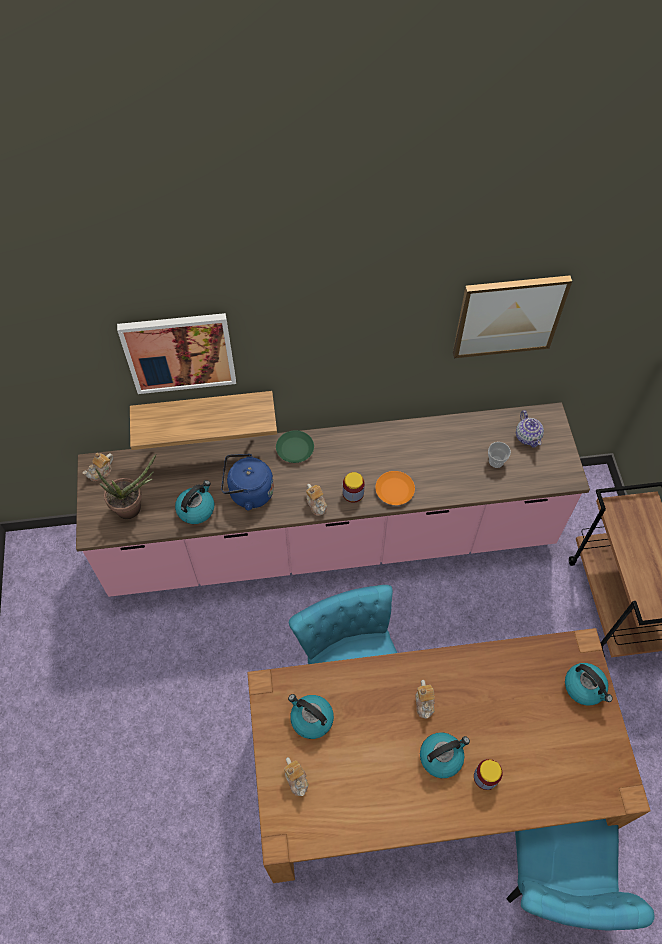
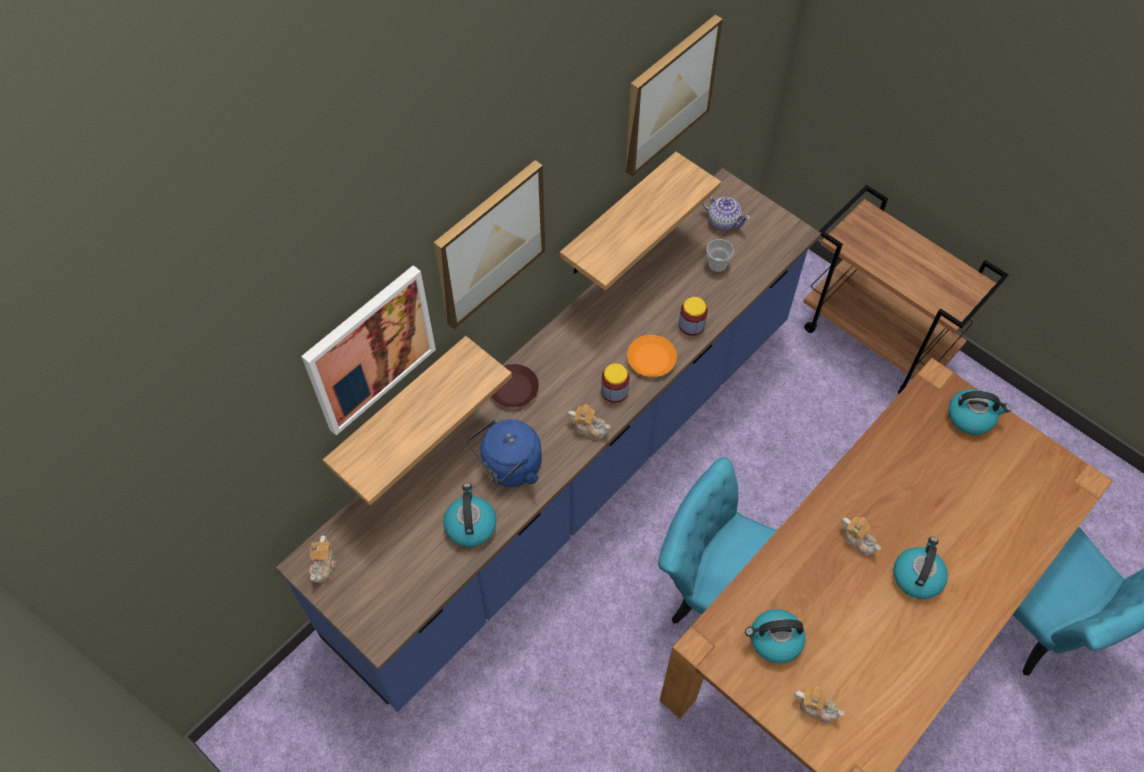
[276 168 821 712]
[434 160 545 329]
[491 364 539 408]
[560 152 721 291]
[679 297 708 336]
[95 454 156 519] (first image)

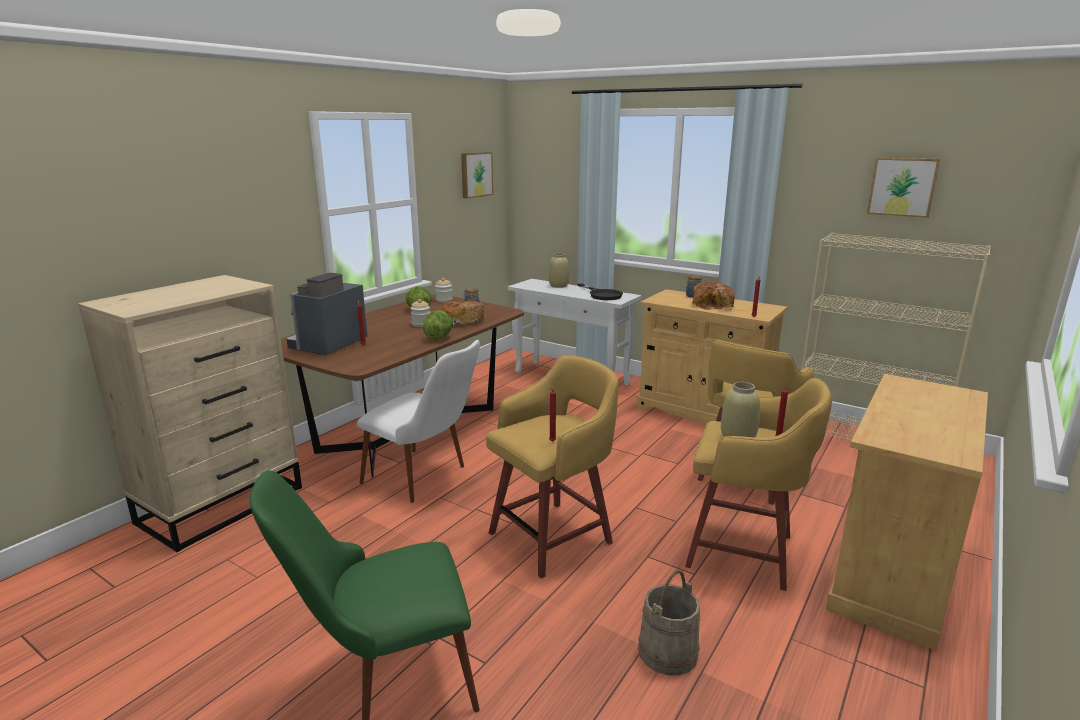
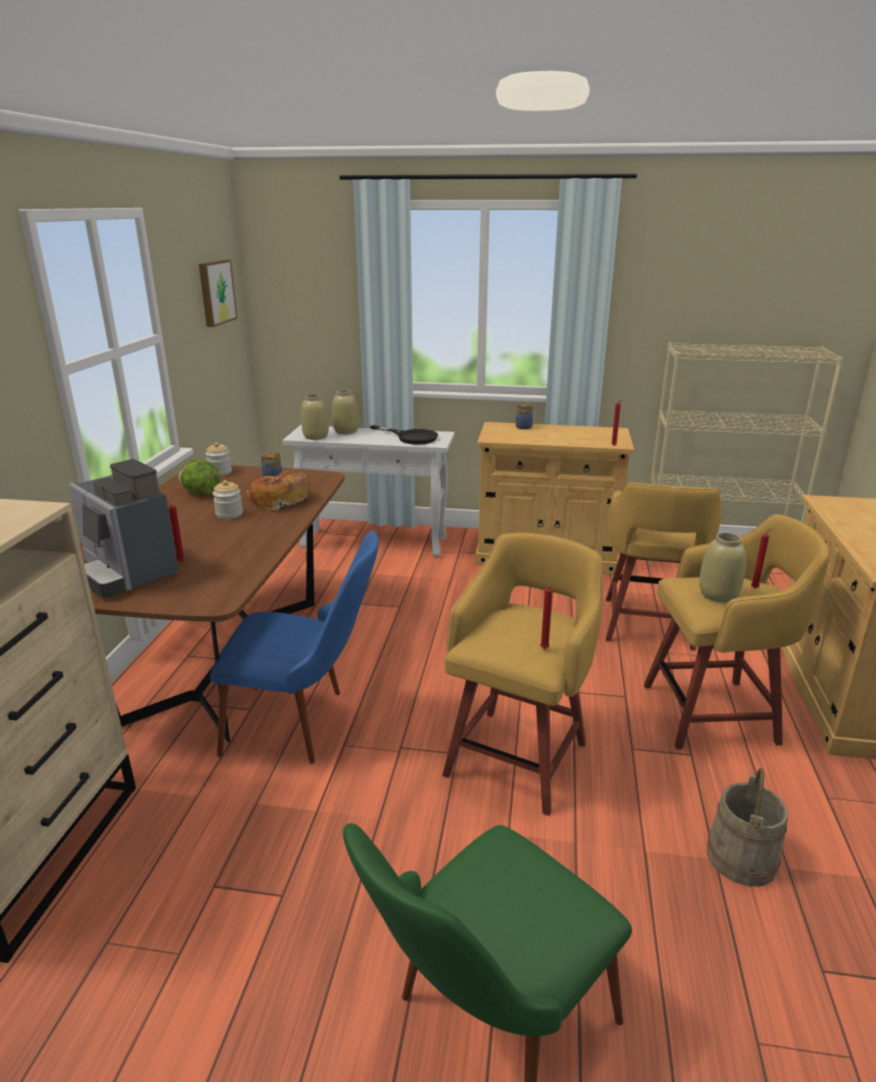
[68 459 179 598]
[210 530 379 764]
[301 394 329 440]
[423 310 453 340] (first image)
[692 282 735 310] (first image)
[867 157 940 218] (first image)

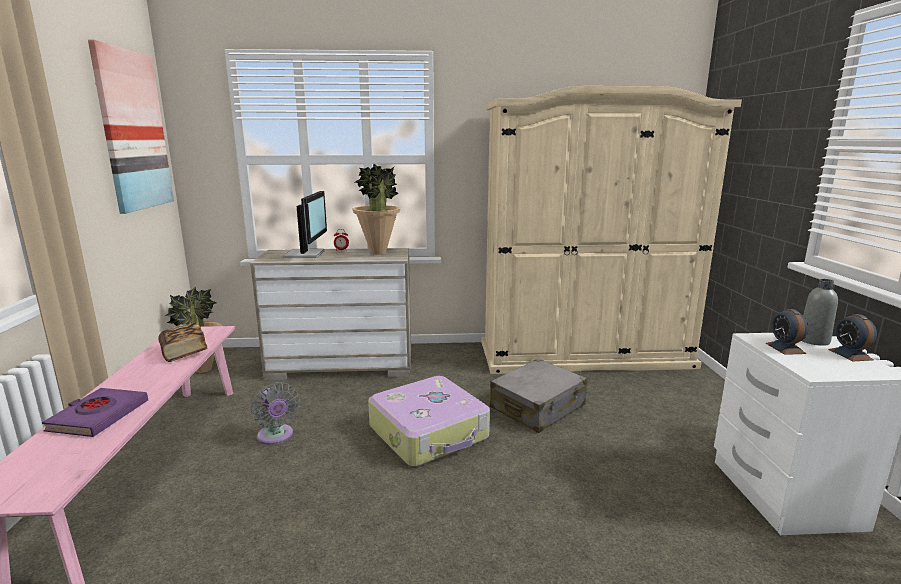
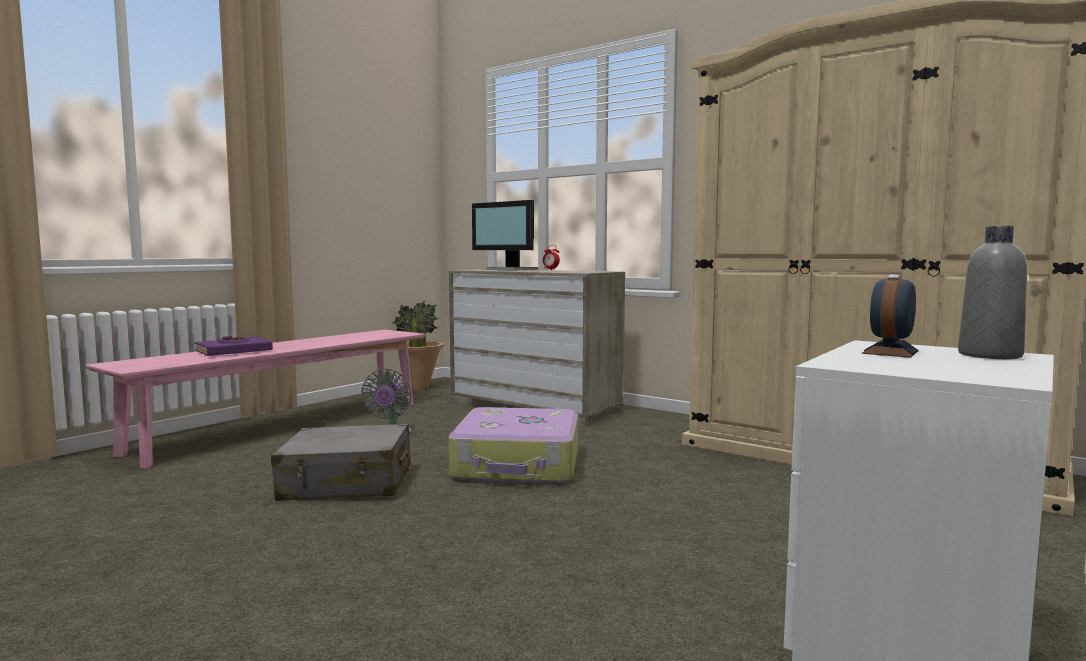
[271 424 412 501]
[472 200 538 271]
[88 40 174 214] (first image)
[158 323 207 362] (first image)
[352 163 401 255] (first image)
[828 314 877 361] (first image)

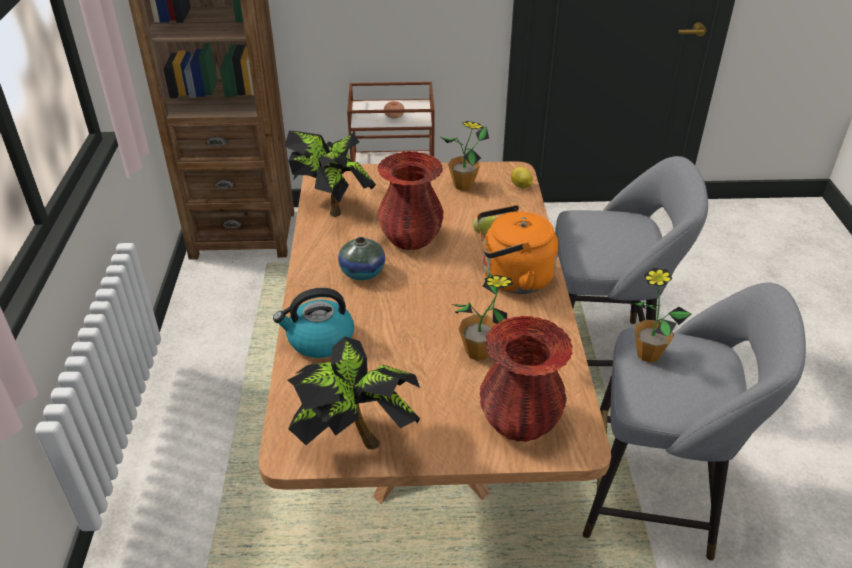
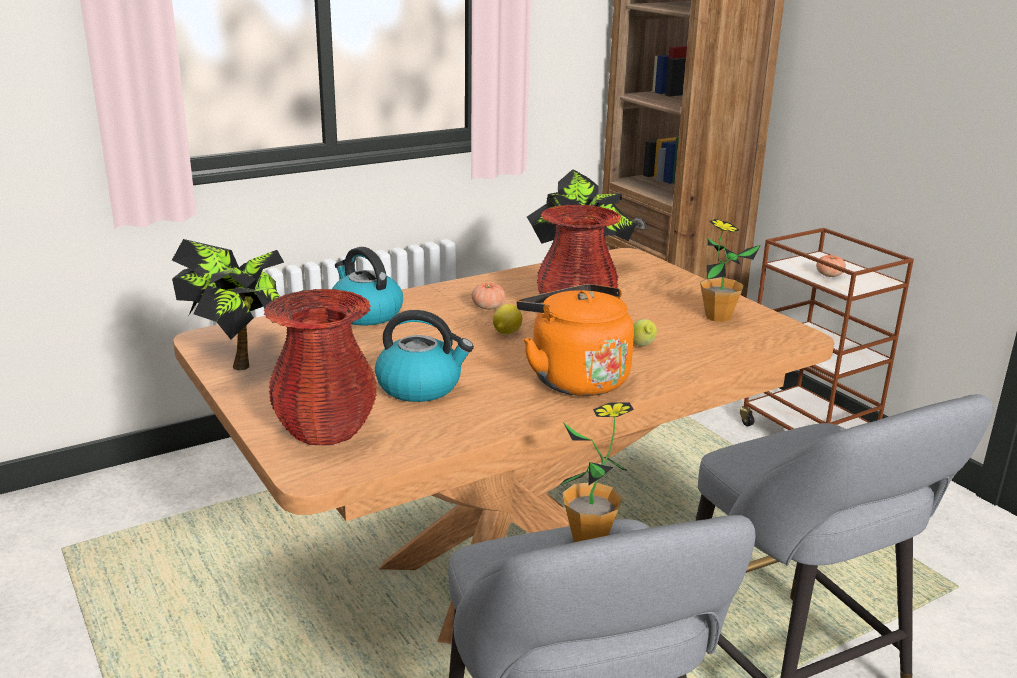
[375 310 474 402]
[472 283 506 310]
[493 304 522 334]

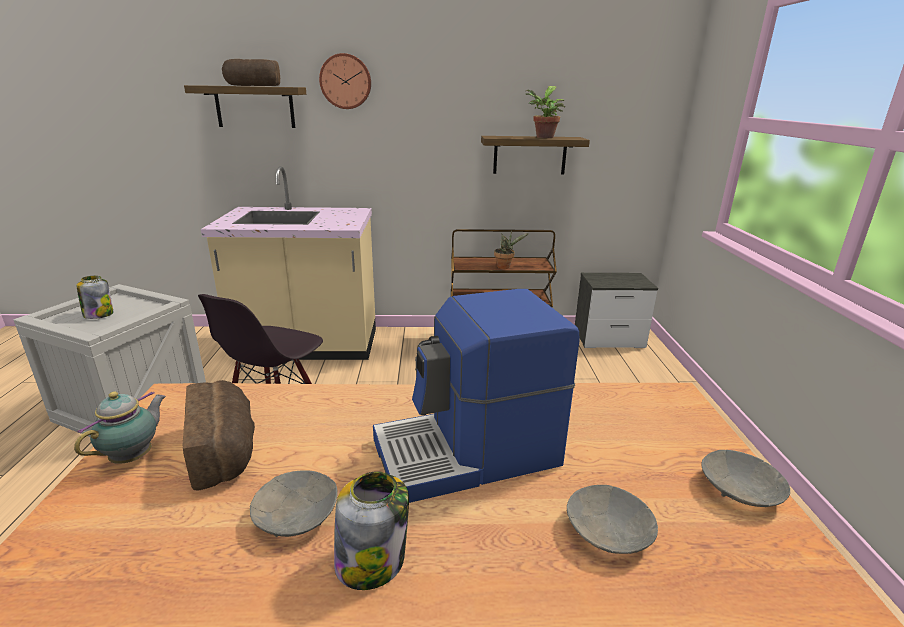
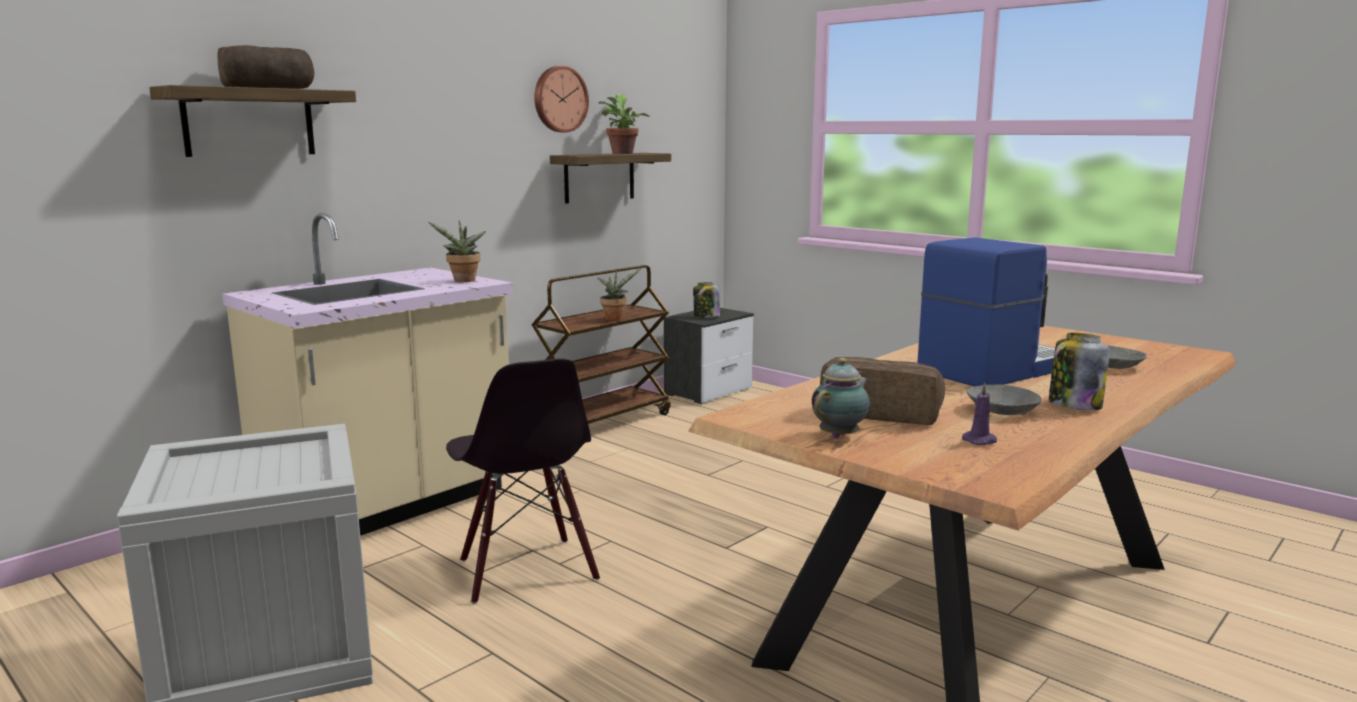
[428 220 486 282]
[534 66 589 132]
[693 282 720 318]
[812 358 870 438]
[917 237 1055 387]
[962 382 997 445]
[701 450 790 507] (first image)

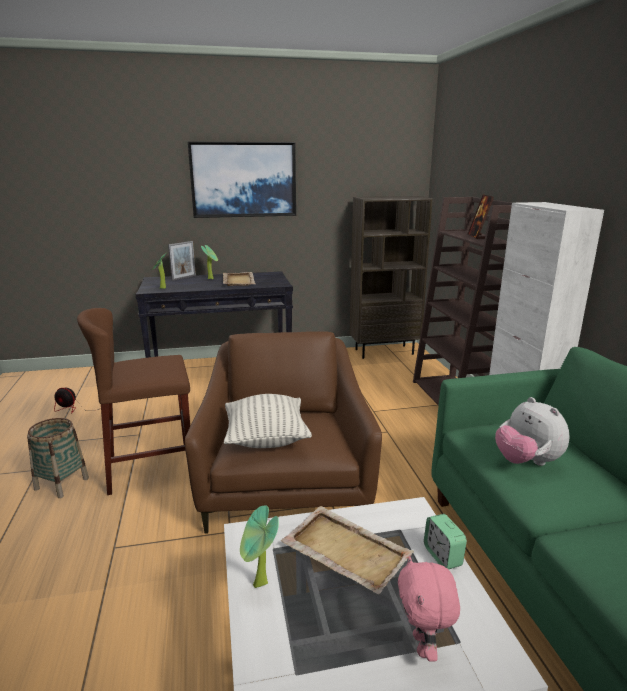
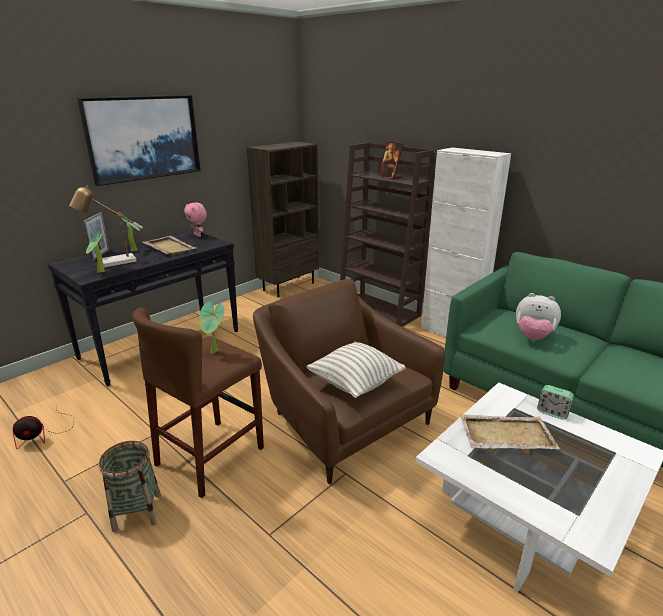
[69 185 143 267]
[184 203 207 237]
[200 301 224 354]

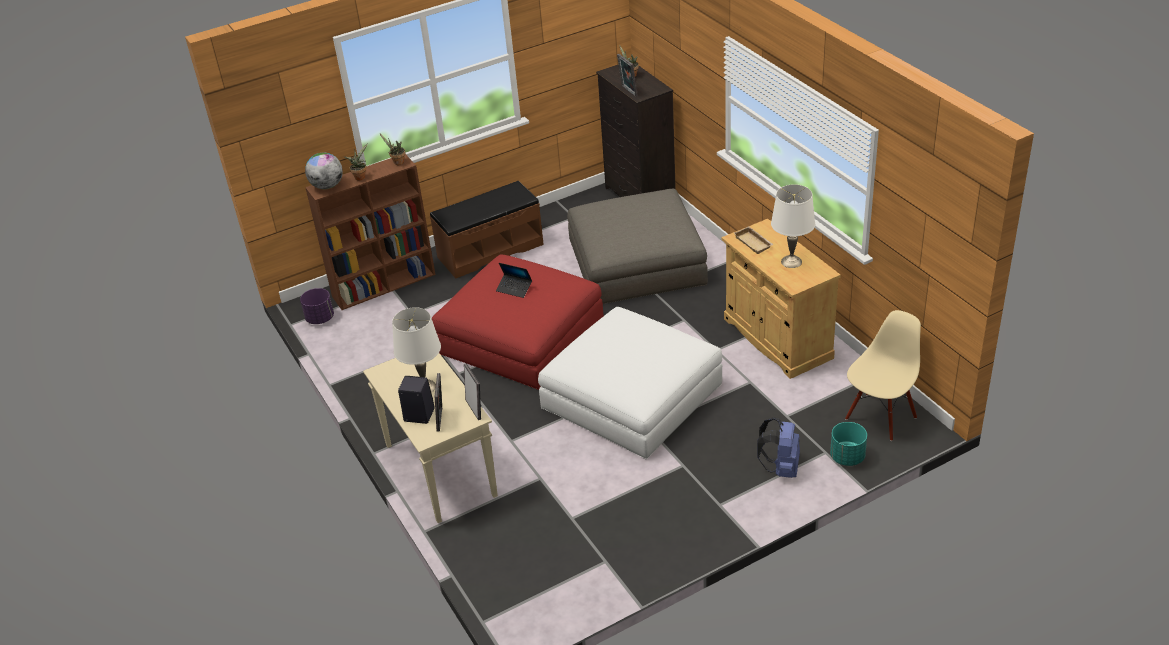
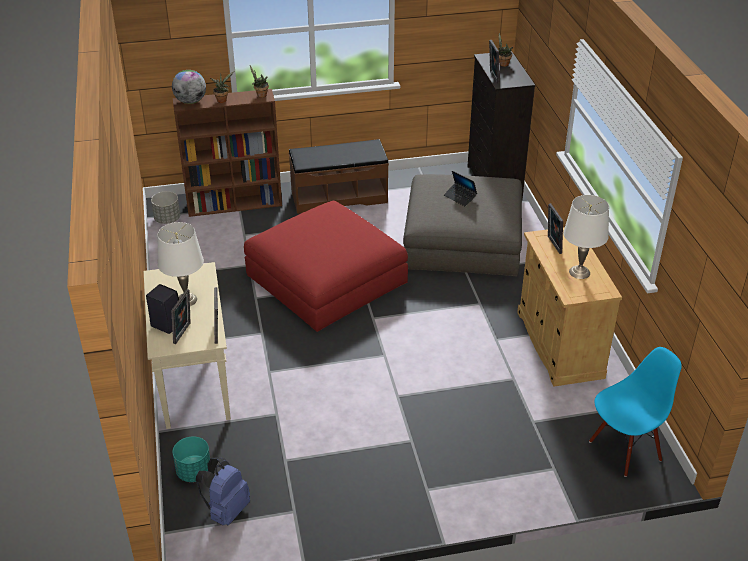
[151 191 180 224]
[173 436 210 482]
[196 457 250 525]
[444 171 477 207]
[548 203 563 254]
[589 347 682 477]
[538 307 723 460] (first image)

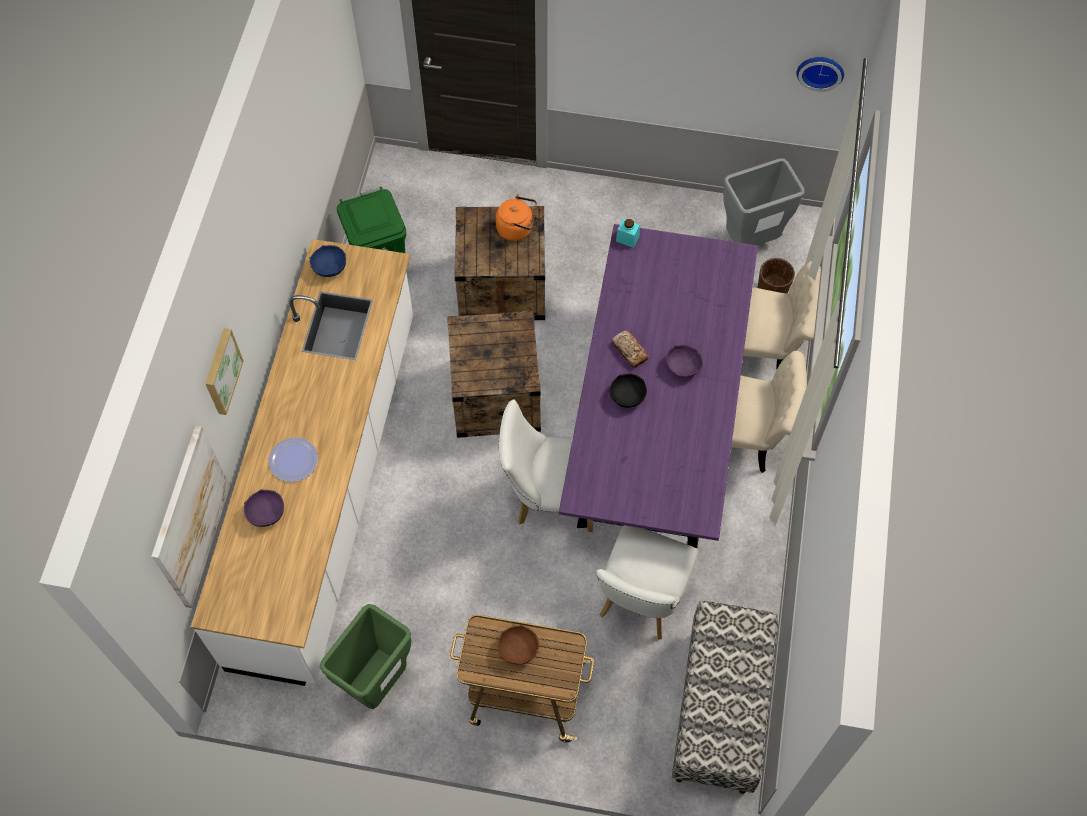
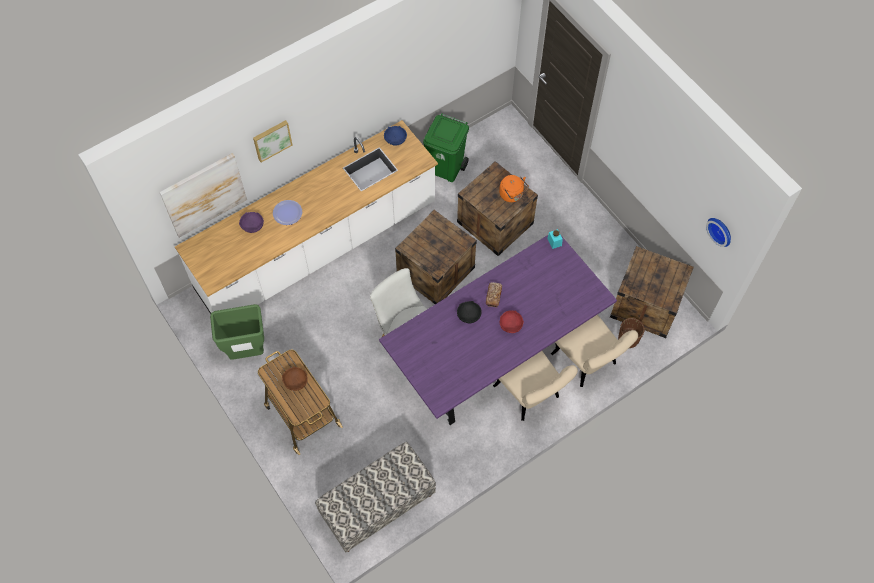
[500 310 524 333]
[610 246 694 338]
[596 525 698 639] (first image)

